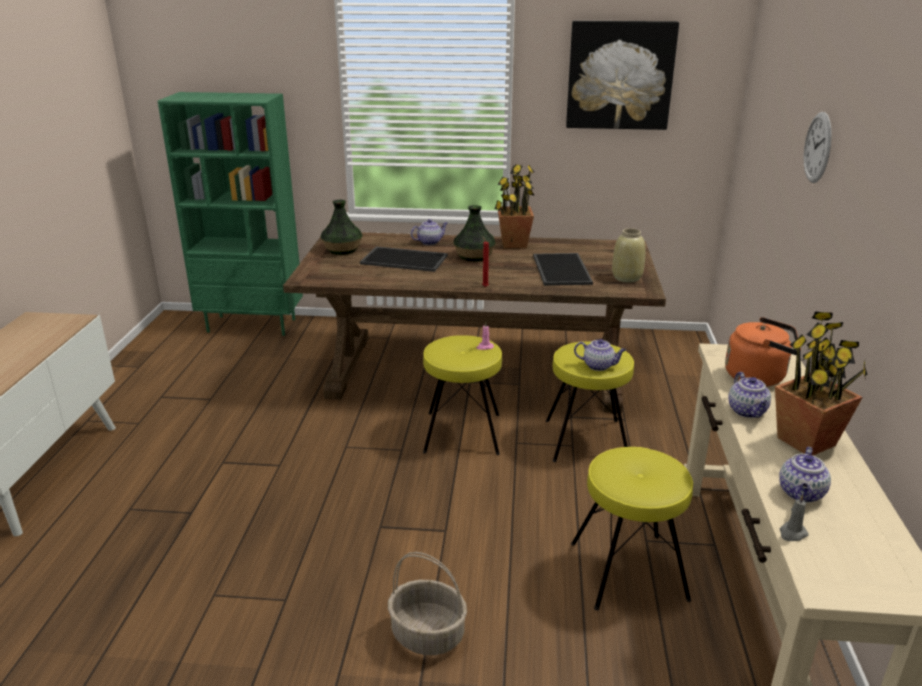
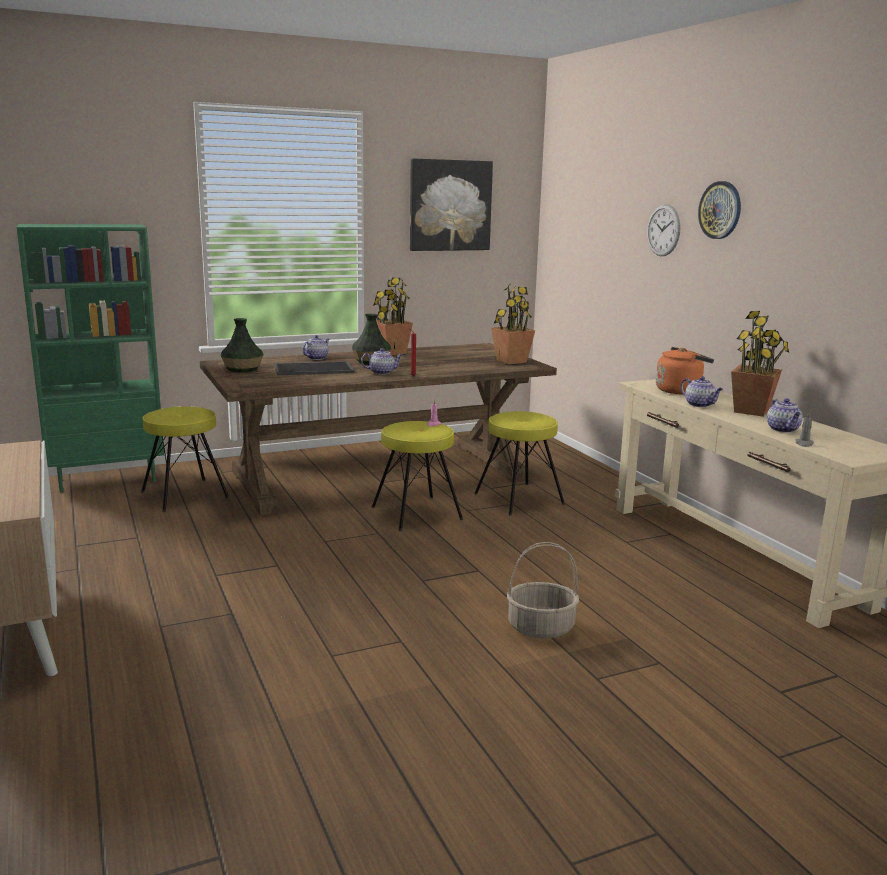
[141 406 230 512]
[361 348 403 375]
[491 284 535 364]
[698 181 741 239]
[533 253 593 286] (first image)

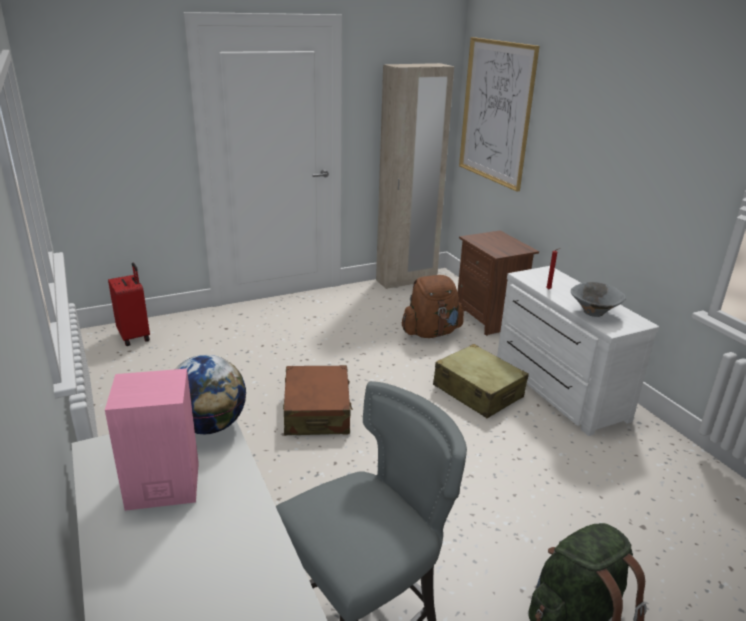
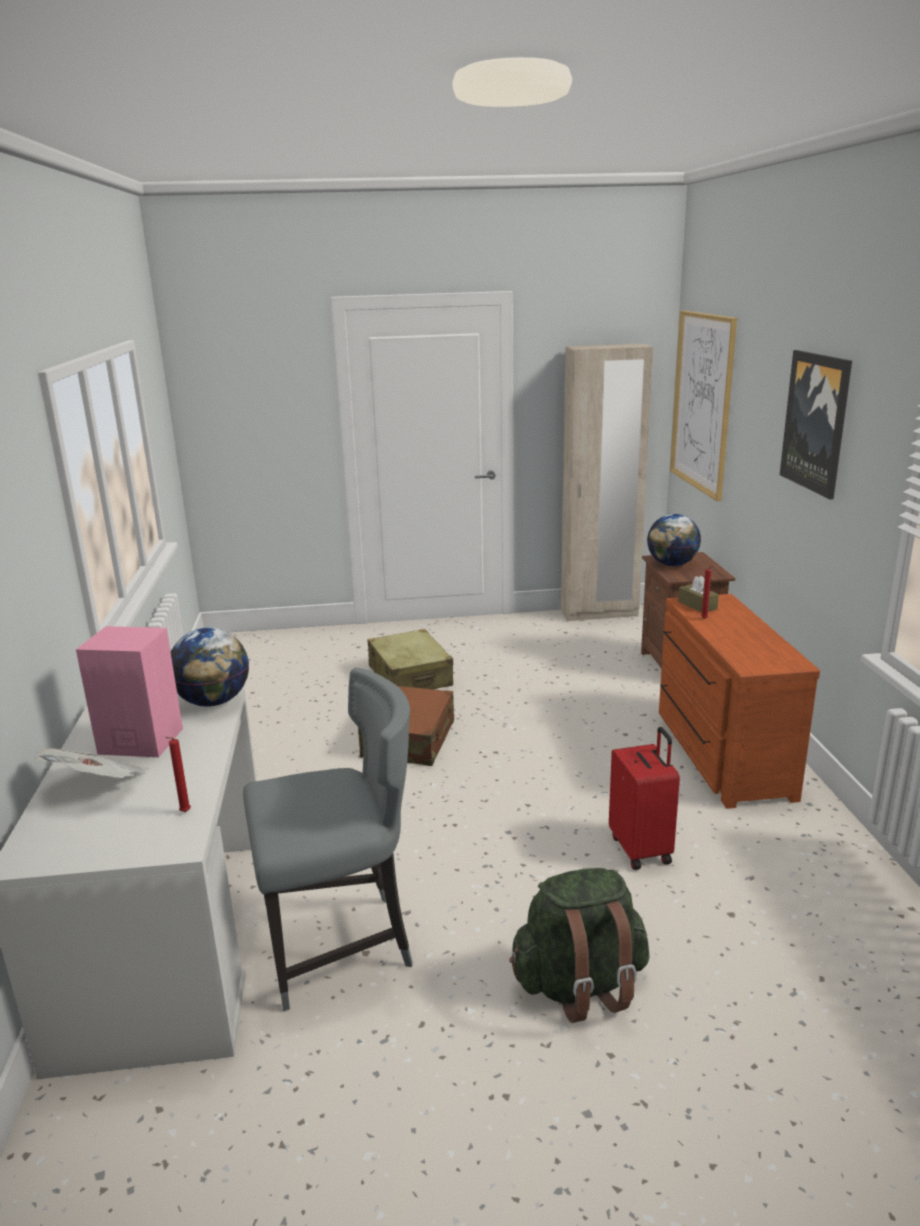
[35 748 149 779]
[165 737 191 812]
[367 629 453 689]
[609 727 680 870]
[647 514 701 566]
[659 594 820 809]
[678 576 719 612]
[780 350 852 499]
[402 275 464 338] (first image)
[571 282 626 317] (first image)

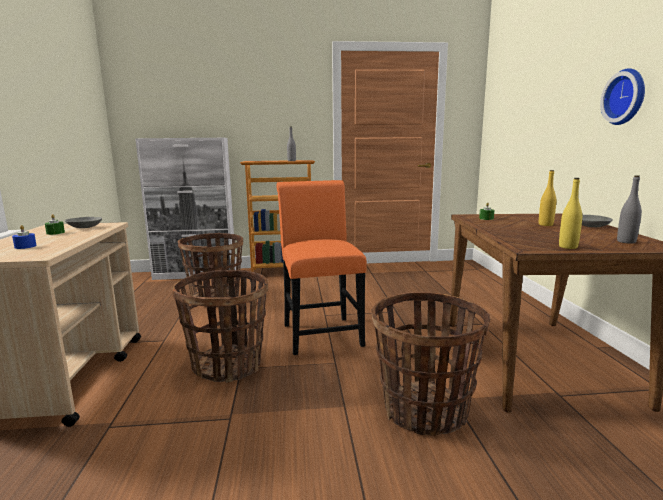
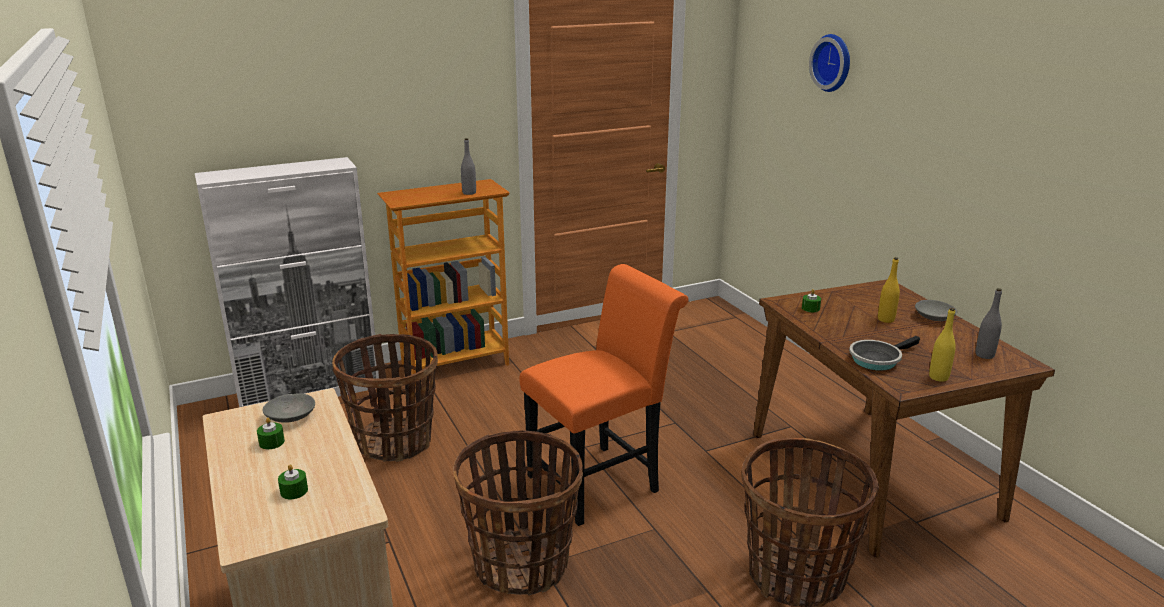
[278 465 308 499]
[519 264 689 526]
[809 34 850 92]
[849 336 920 371]

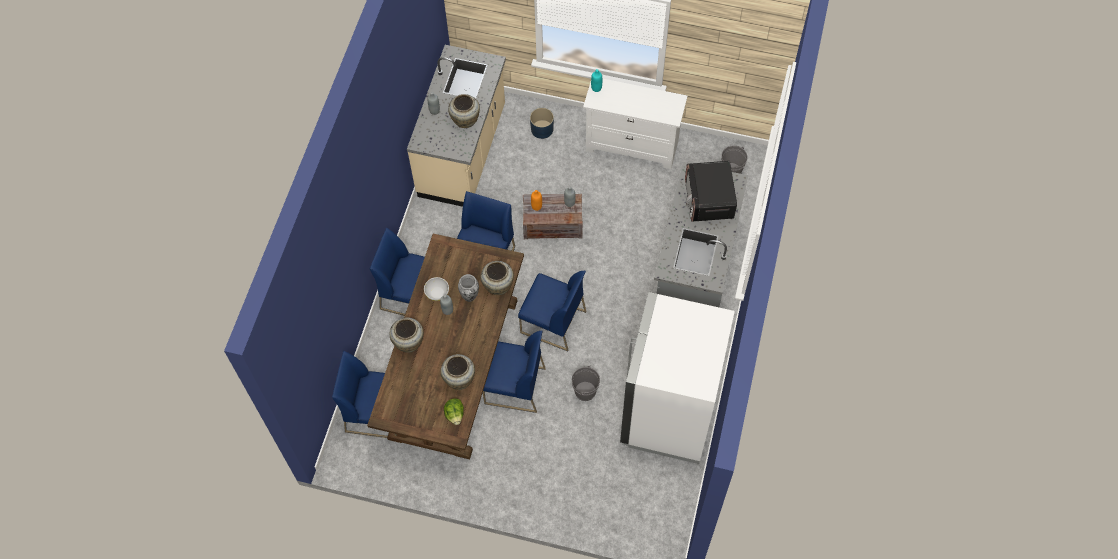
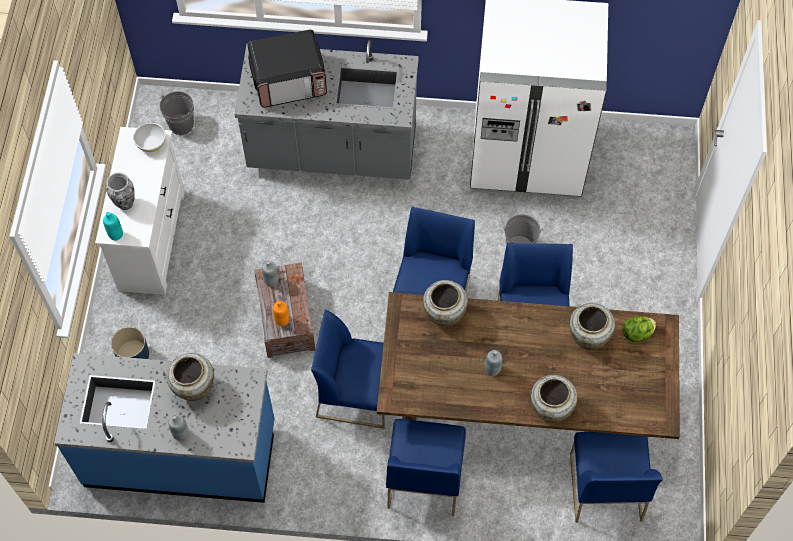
[54 353 275 503]
[106 172 135 210]
[133 123 166 152]

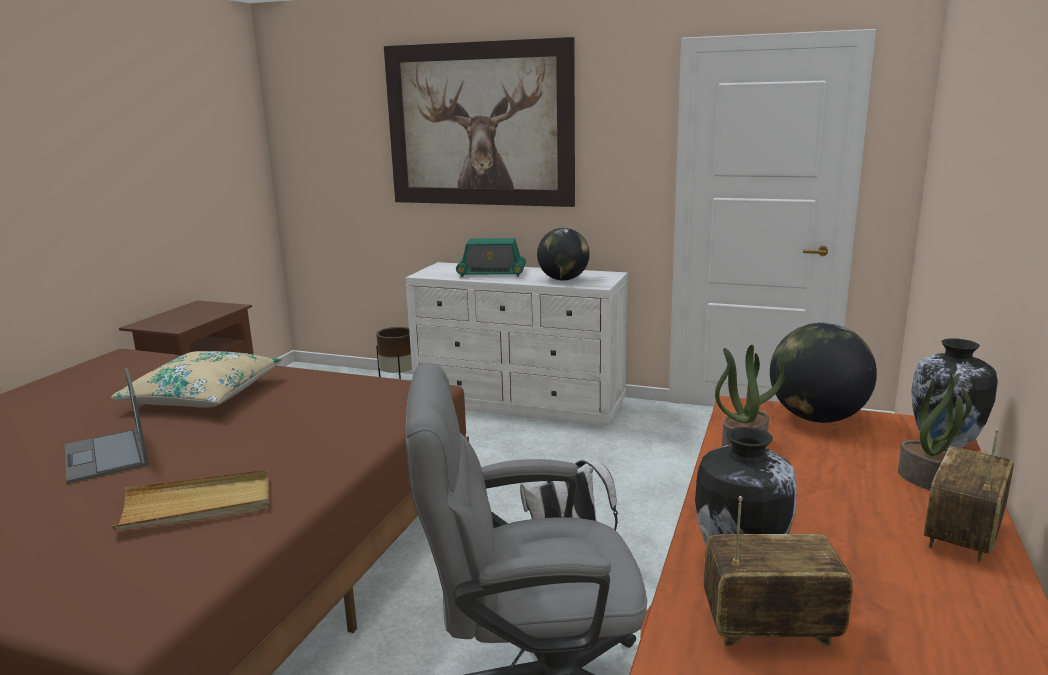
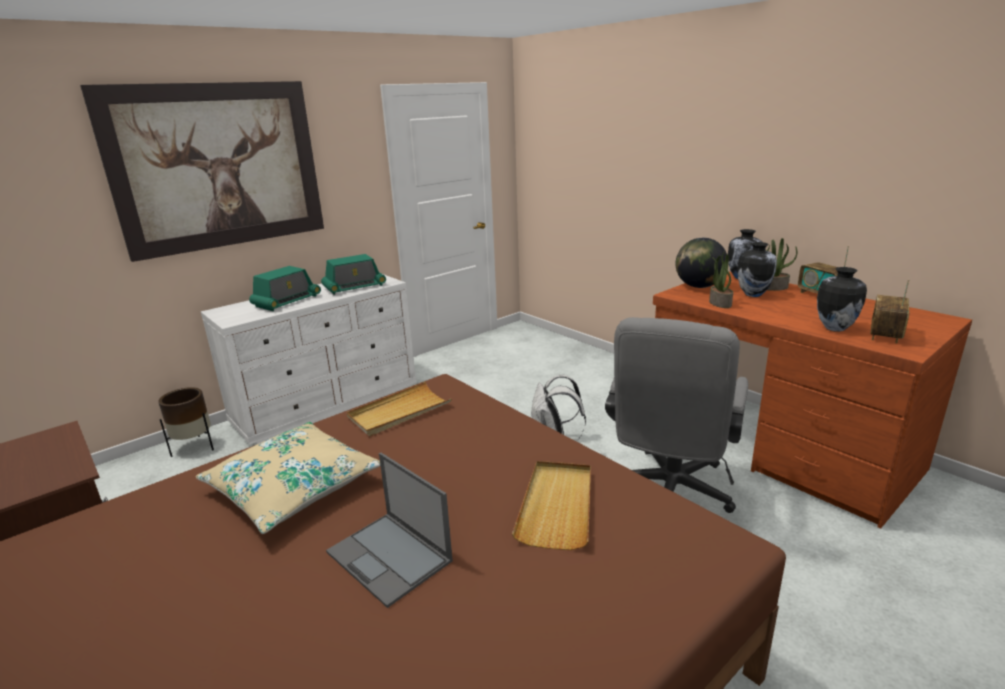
[321 254 386 295]
[326 452 453 608]
[347 382 452 436]
[737 242 777 297]

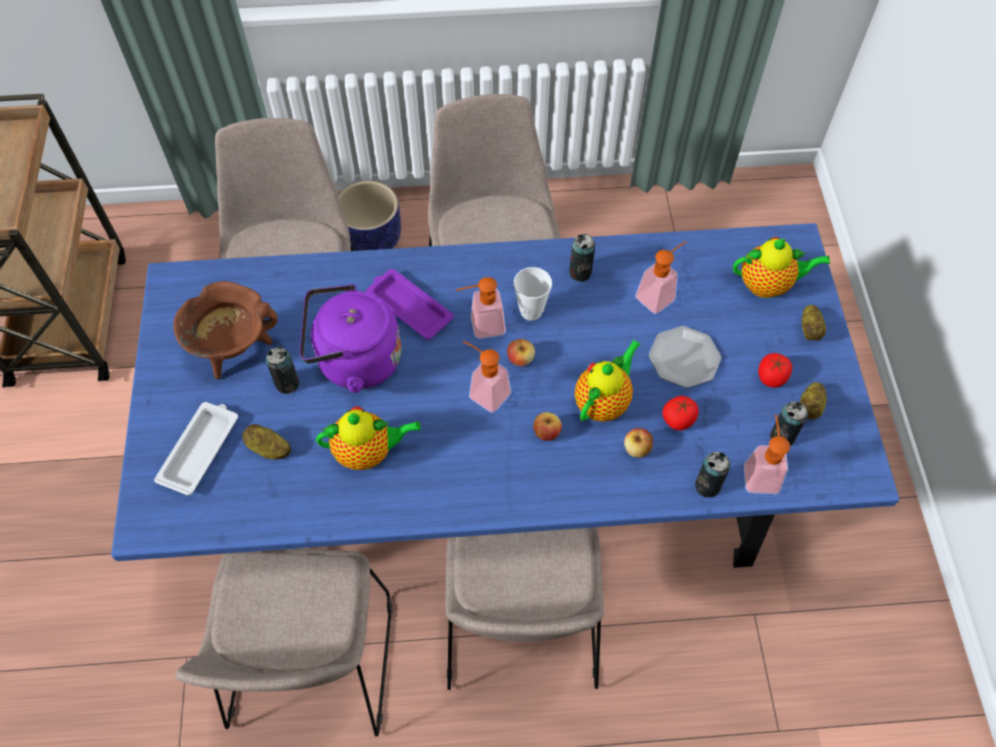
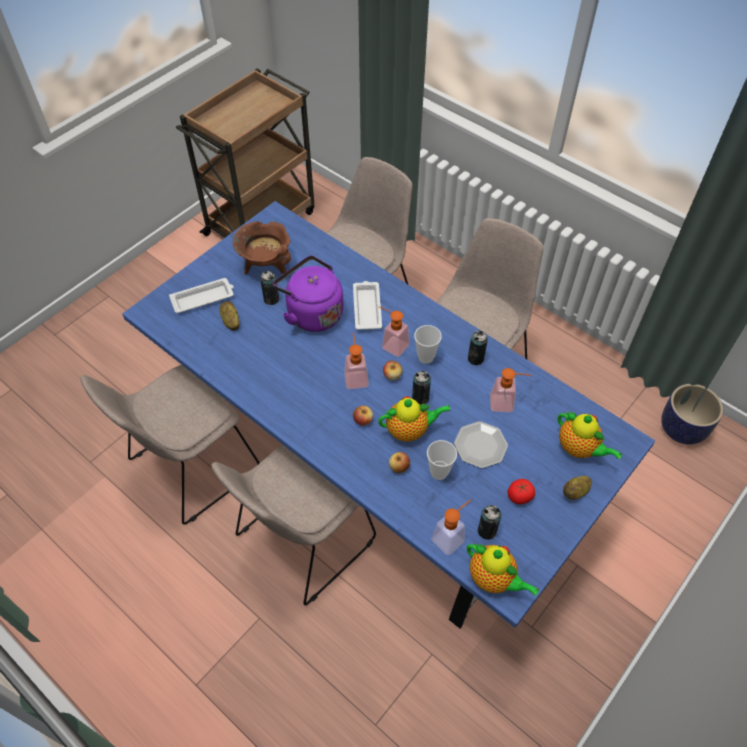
[353 281 382 330]
[412 371 431 405]
[427 440 457 480]
[467 544 539 596]
[661 384 723 445]
[800 382 827 420] (first image)

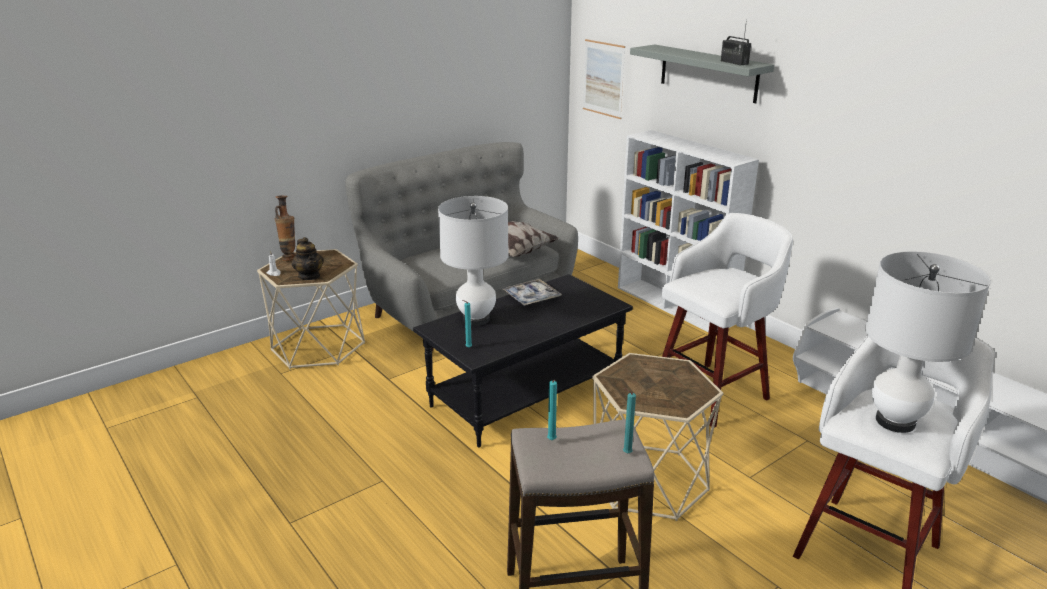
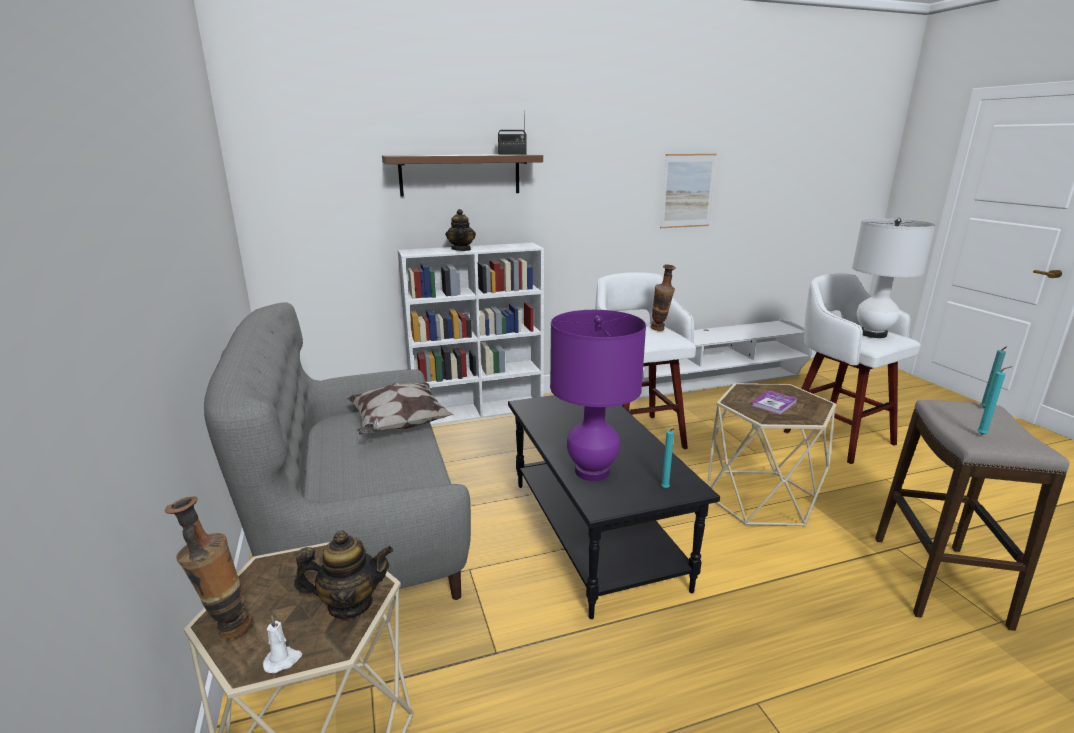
[382 154 543 197]
[446 209 476 251]
[550 310 646 481]
[650 264 676 331]
[660 154 717 228]
[751 390 797 415]
[502 279 562 306] (first image)

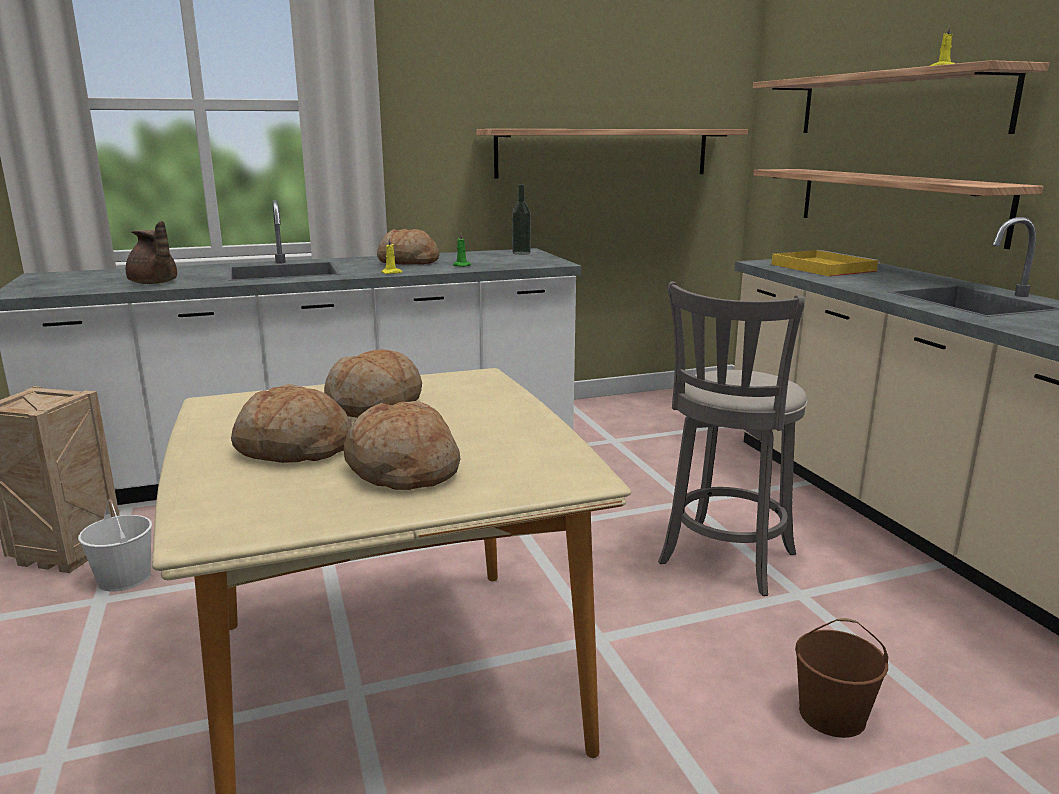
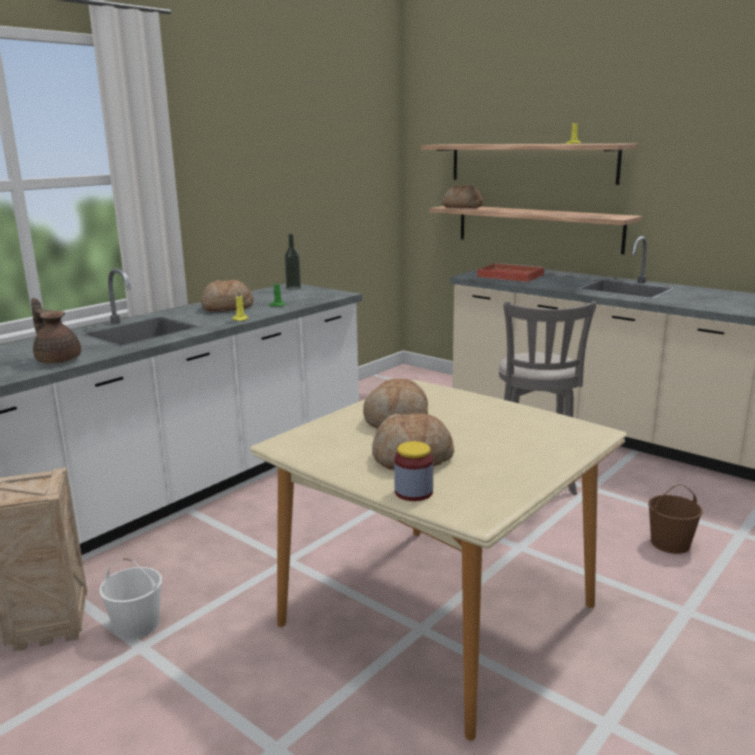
[31 298 81 364]
[394 441 433 501]
[442 185 483 208]
[477 263 545 282]
[477 129 748 178] (first image)

